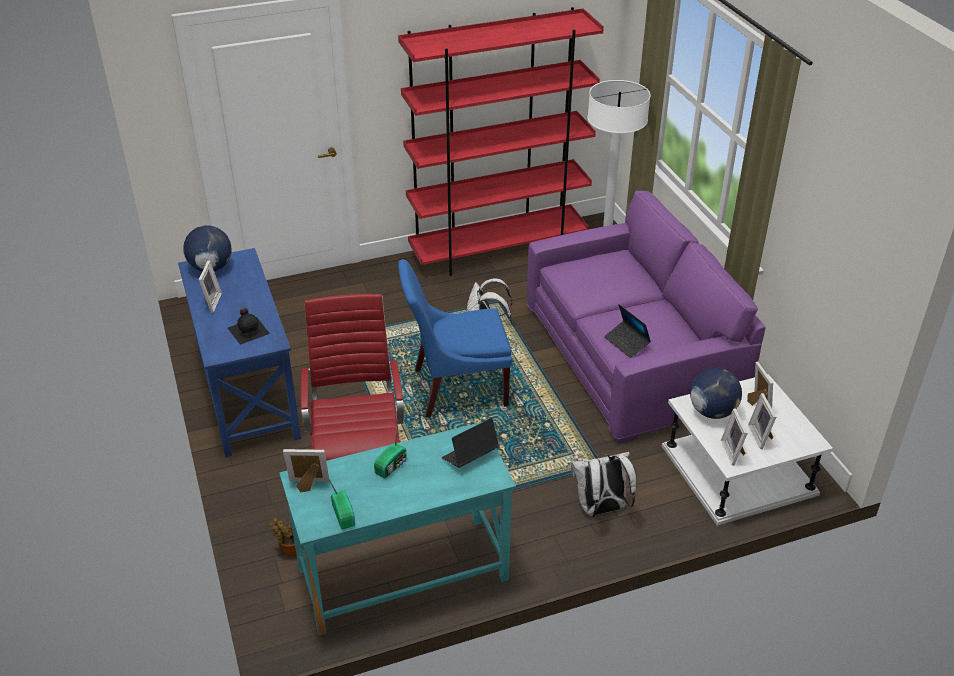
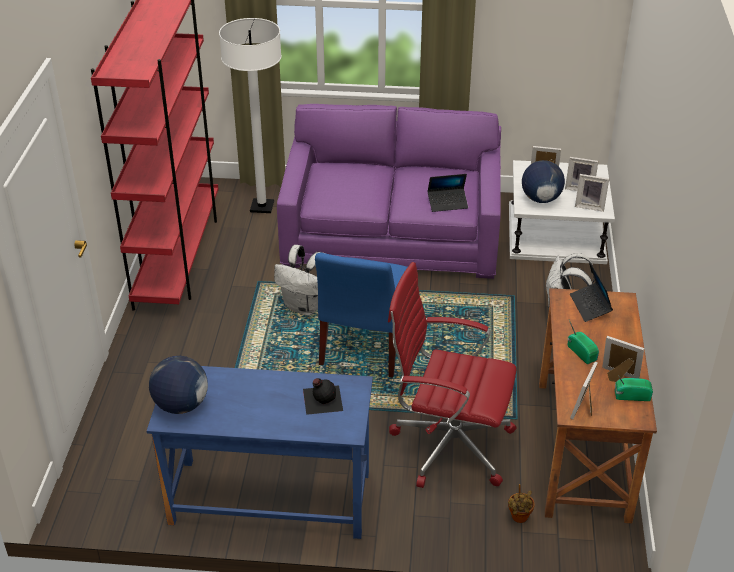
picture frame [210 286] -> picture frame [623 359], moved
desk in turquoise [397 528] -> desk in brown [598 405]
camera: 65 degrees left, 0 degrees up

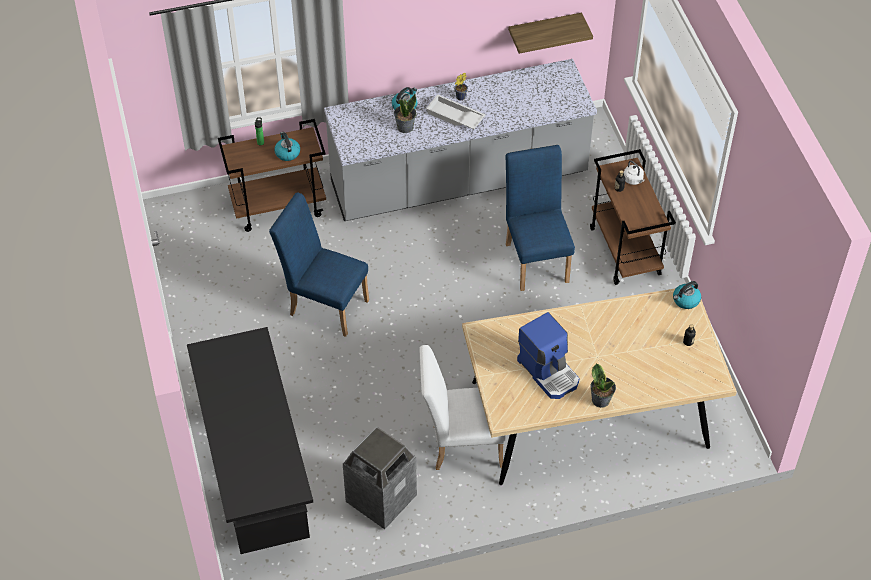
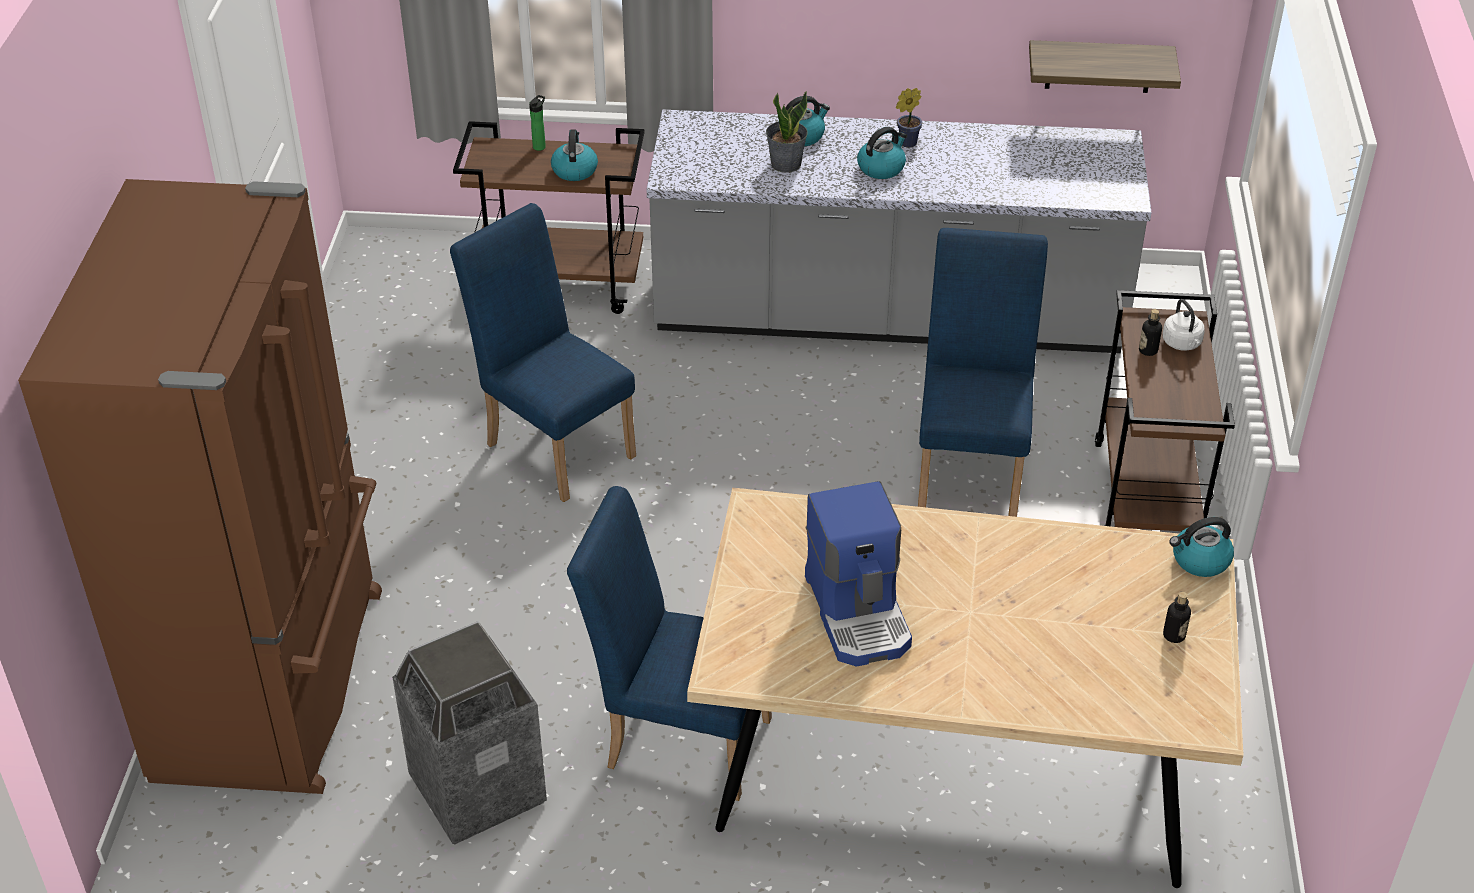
tray in white [455 111] -> kettle [882 153]
desk in black [250 440] -> fridge in brown [200 486]
chair in white [462 407] -> chair in blue [669 643]
potted plant [603 385] -> none
camera: 20 degrees right, 10 degrees down

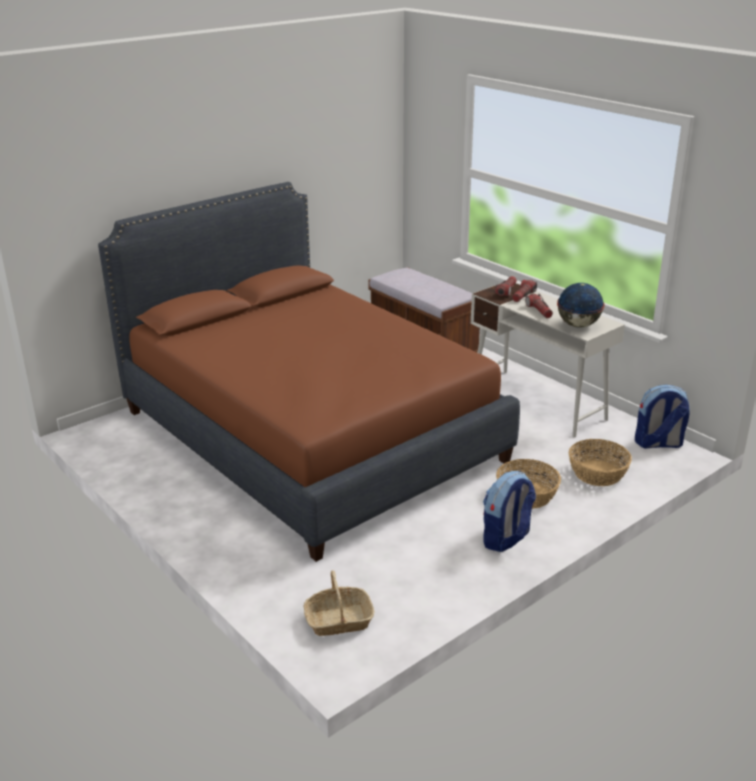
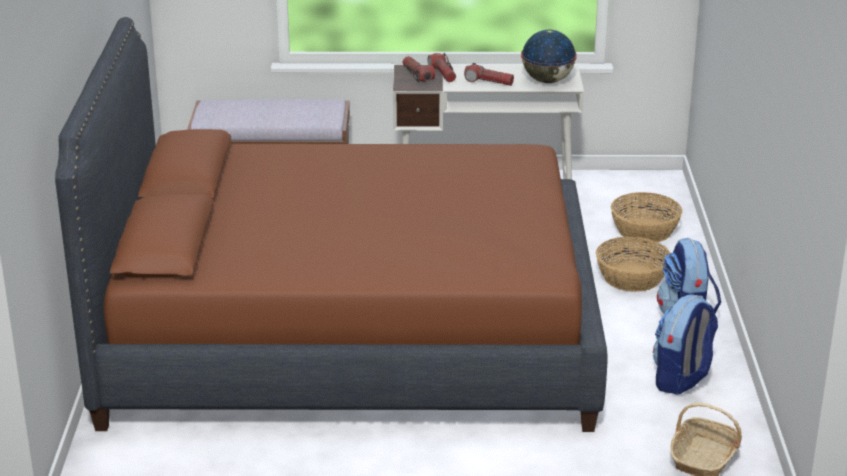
backpack [662 416] -> backpack [685 344], moved
camera: 50 degrees left, 0 degrees up

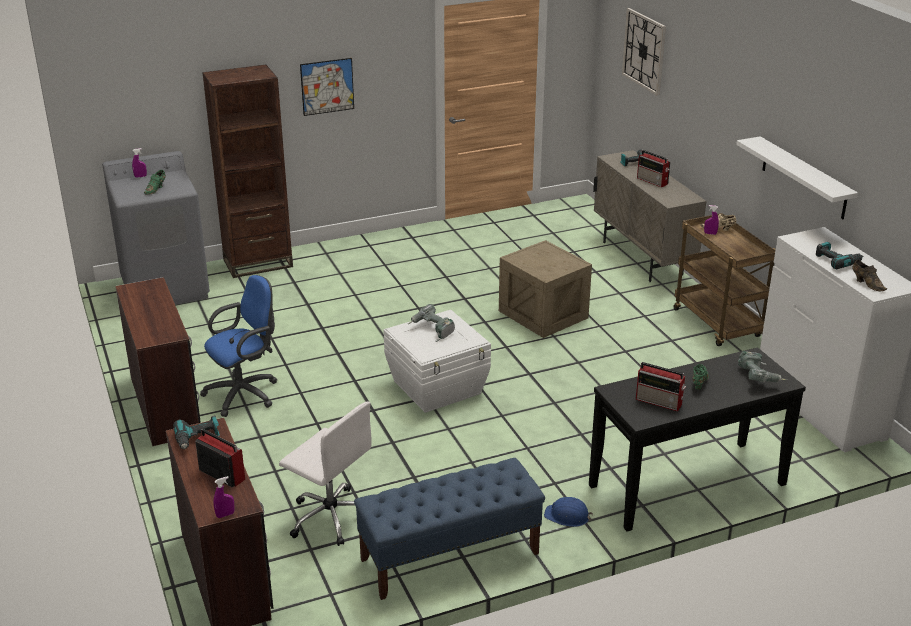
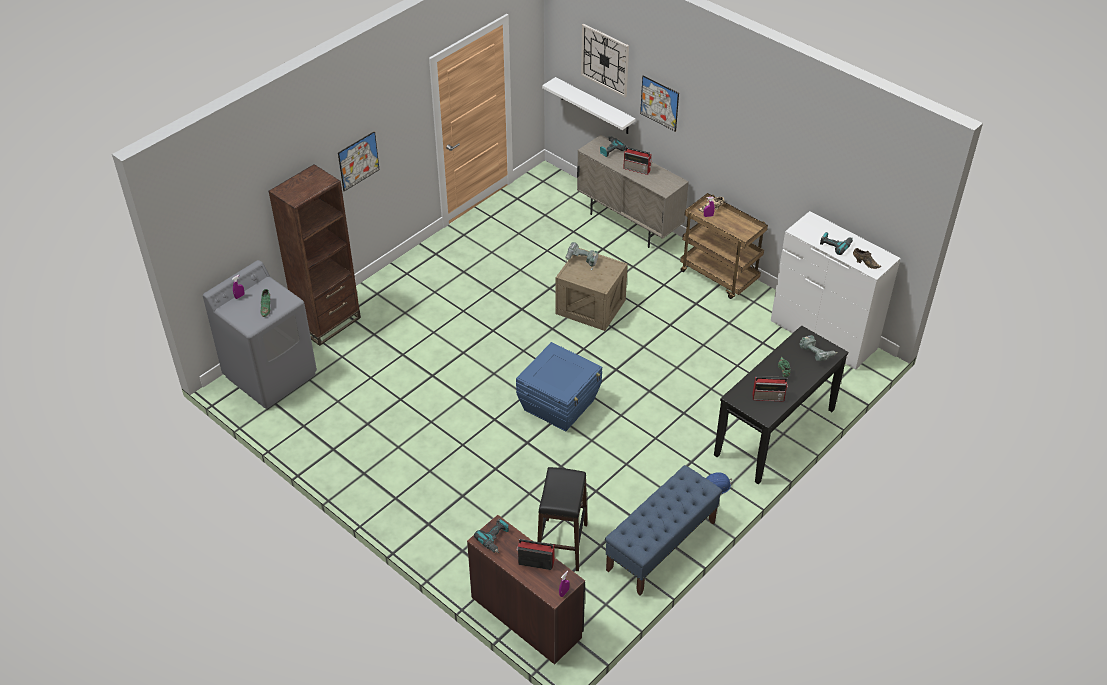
shelf in white [797 177] -> shelf in white [589 105], moved
office chair in blue [238 346] -> none
desk in brown [158 361] -> none
power drill [431 323] -> power drill [581 256], moved
storage box in white [437 361] -> storage box in blue [559 387]
office chair in white [325 474] -> stool in black [562 519]
none -> picture [659 103]
camera: 25 degrees left, 15 degrees up

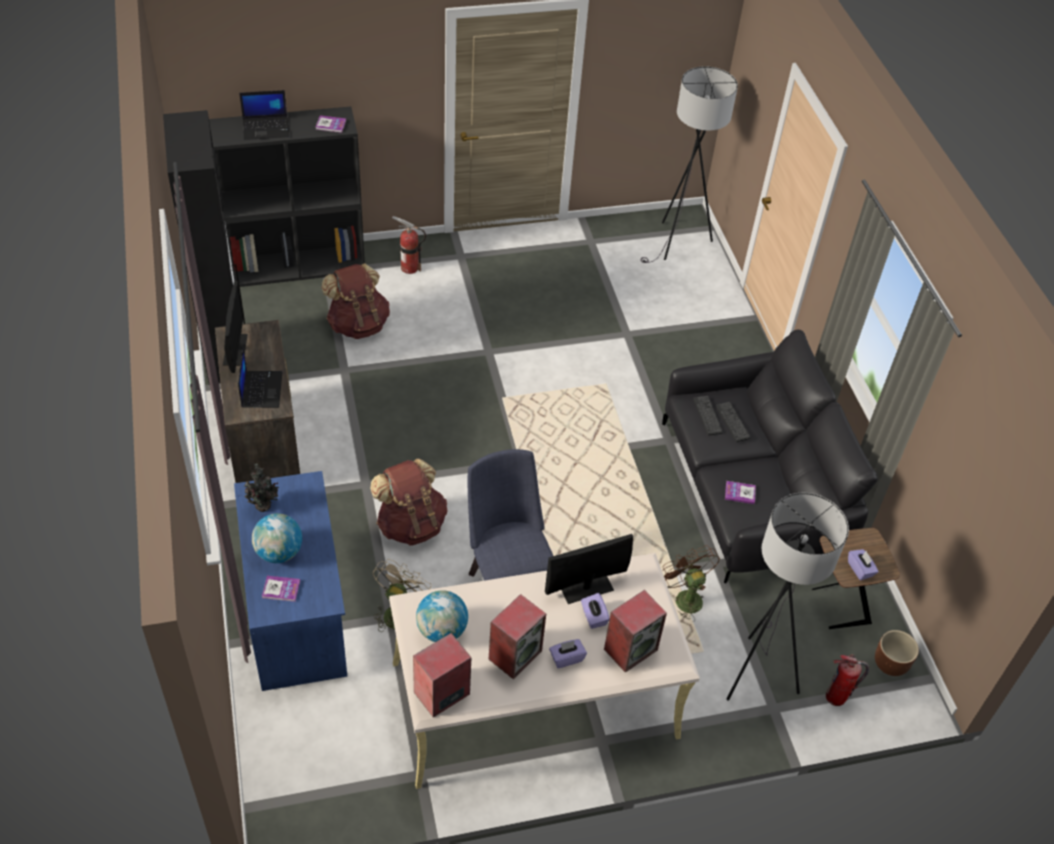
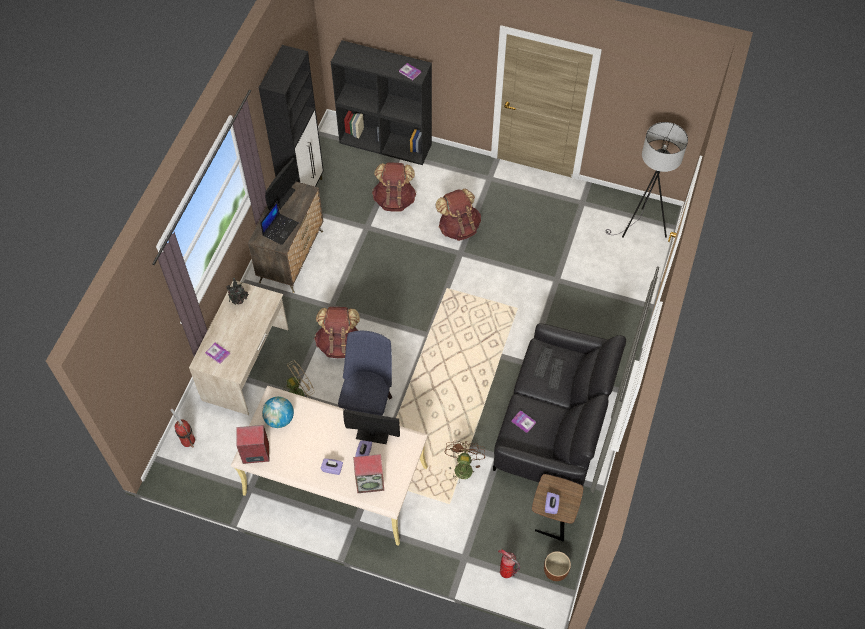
laptop [264 115] -> none
fire extinguisher [409 245] -> fire extinguisher [182 428], moved
desk in blue [290 581] -> desk in beige [238 348]
floor lamp in grey [788 597] -> none
globe [277 538] -> none
speaker [517 636] -> none
none -> backpack in brown [458 215]
camera: 35 degrees right, 10 degrees up

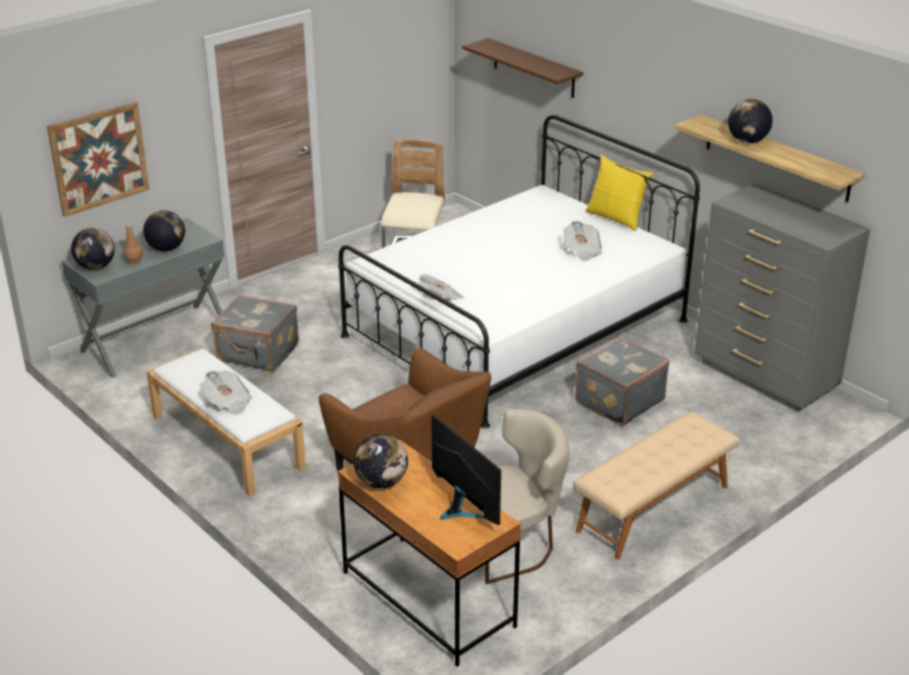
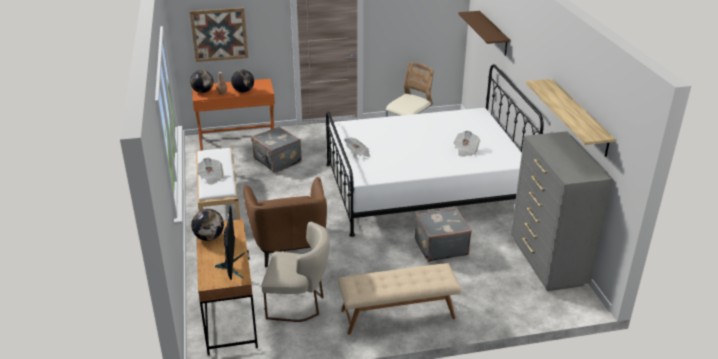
globe [750 121] -> none
pillow in yellow [619 193] -> none
desk in grey [143 298] -> desk in orange [233 115]
camera: 30 degrees right, 0 degrees up

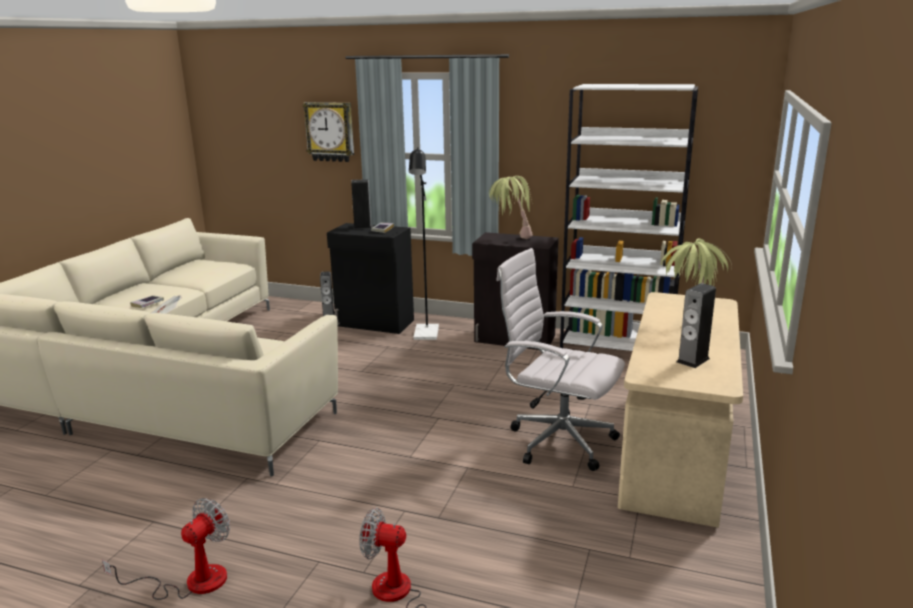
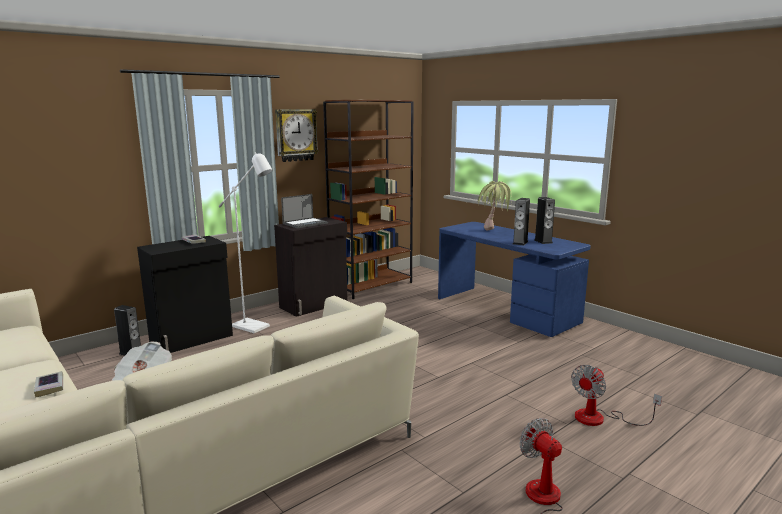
bookcase in white [629 217] -> bookcase in brown [368 199]
wall clock [328 132] -> wall clock [297 135], moved
floor lamp in black [424 243] -> floor lamp in white [245 242]
potted plant [511 207] -> laptop [304 211]
speaker [361 204] -> speaker [521 221], moved
office chair in white [560 359] -> none
desk in beige [680 410] -> desk in blue [514 279]
camera: 60 degrees left, 5 degrees down

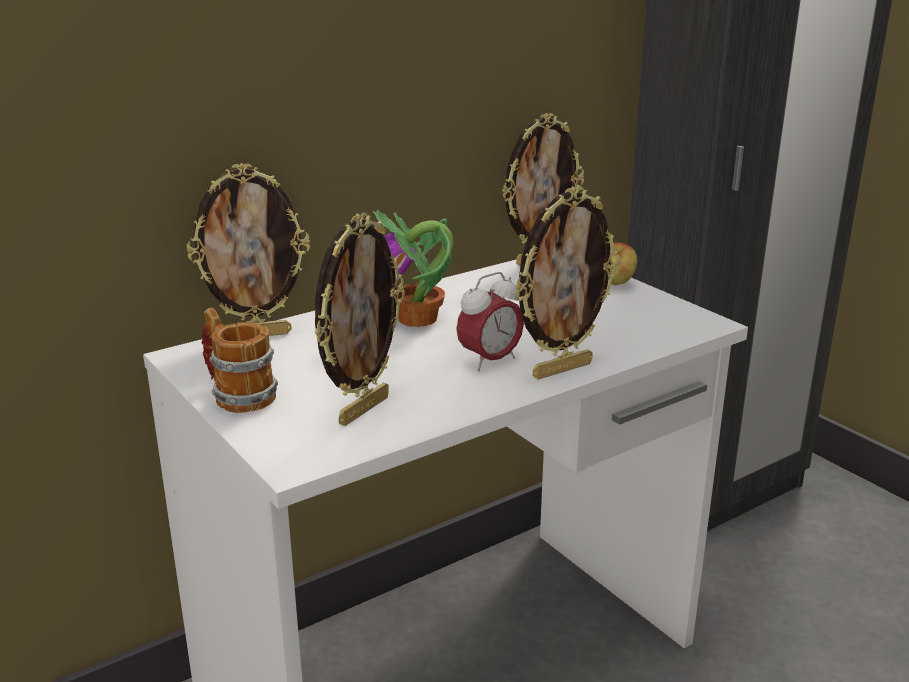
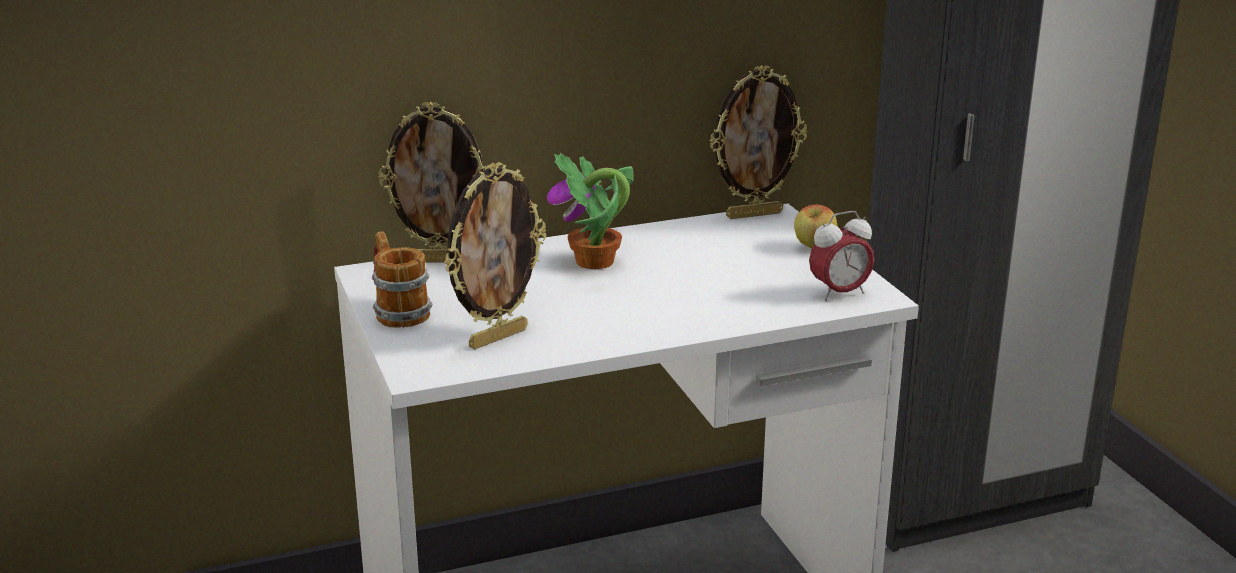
picture frame [567 282] -> none
alarm clock [490 322] -> alarm clock [841 256], moved
camera: 15 degrees right, 0 degrees up

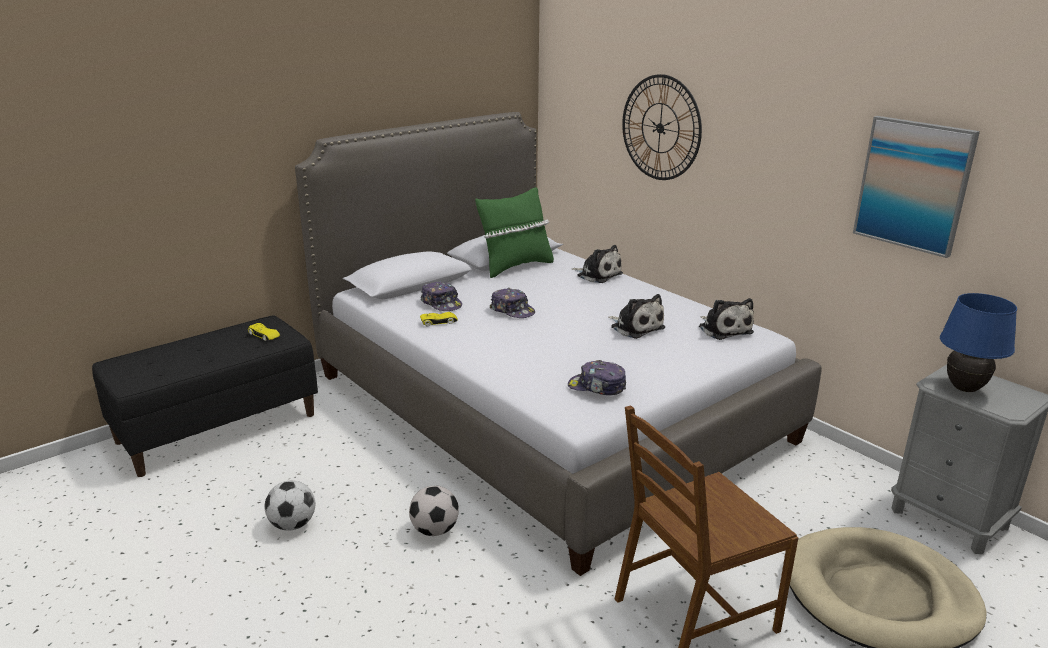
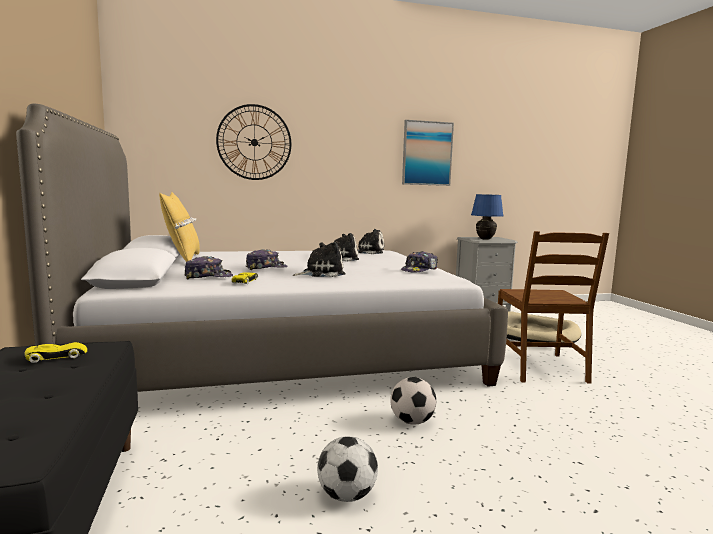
pillow in green [514 232] -> pillow in yellow [179 227]
plush toy [597 264] -> plush toy [319 259], moved
camera: 65 degrees left, 15 degrees down

